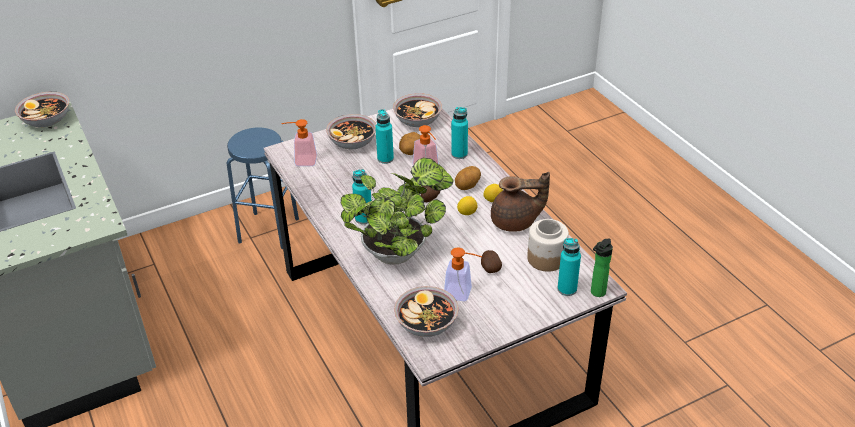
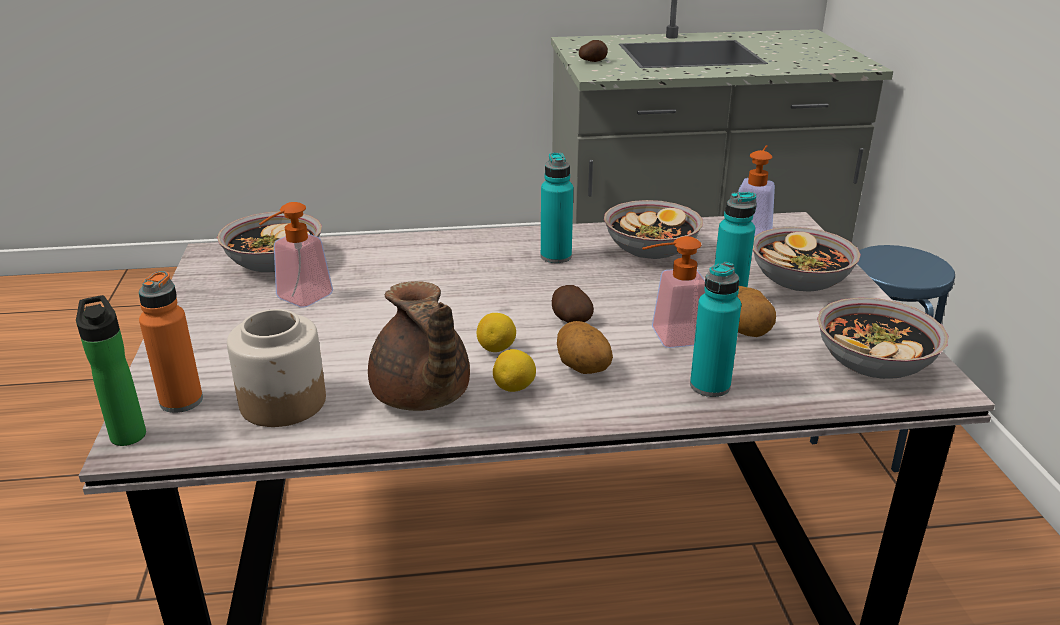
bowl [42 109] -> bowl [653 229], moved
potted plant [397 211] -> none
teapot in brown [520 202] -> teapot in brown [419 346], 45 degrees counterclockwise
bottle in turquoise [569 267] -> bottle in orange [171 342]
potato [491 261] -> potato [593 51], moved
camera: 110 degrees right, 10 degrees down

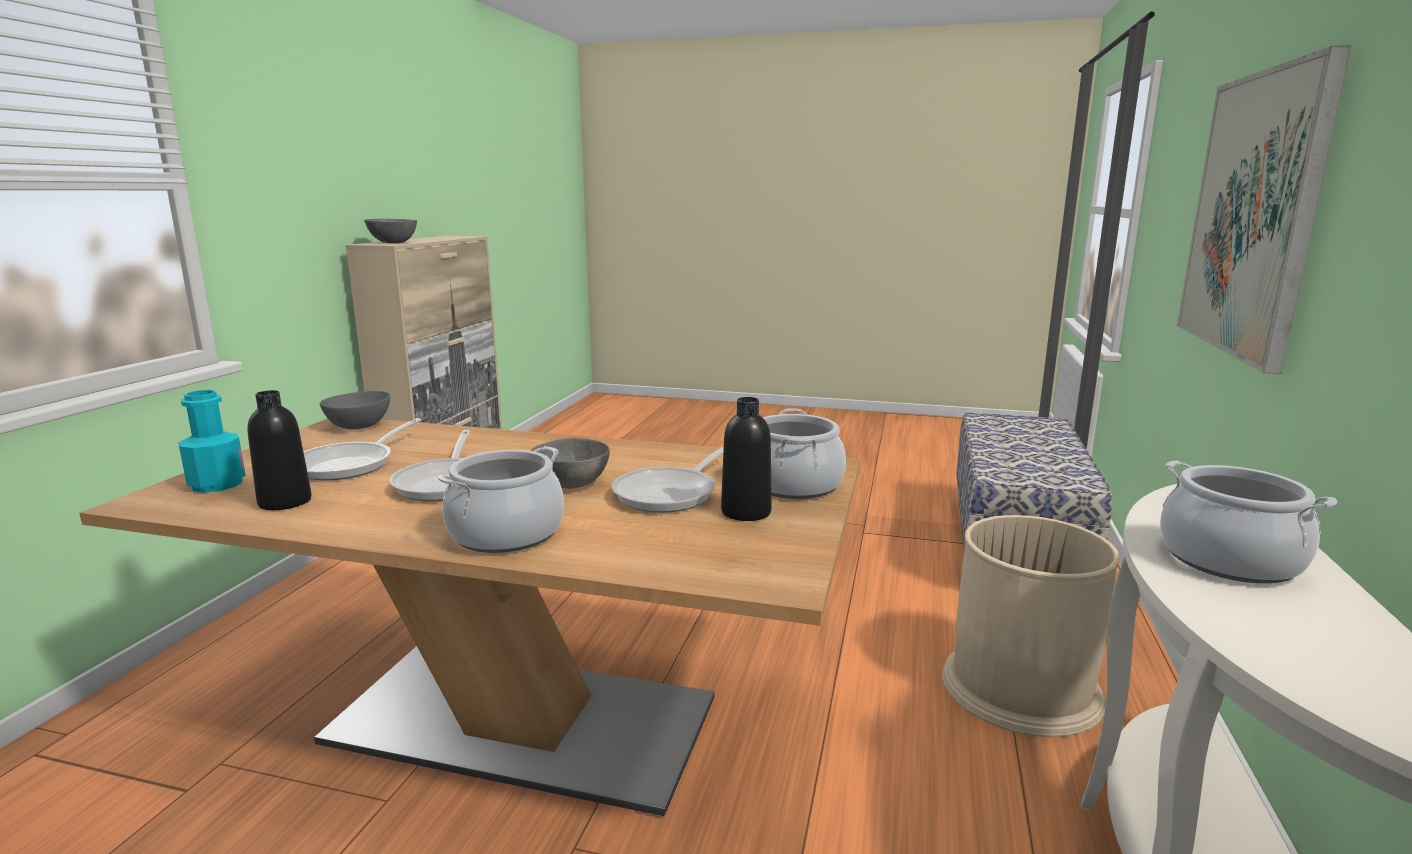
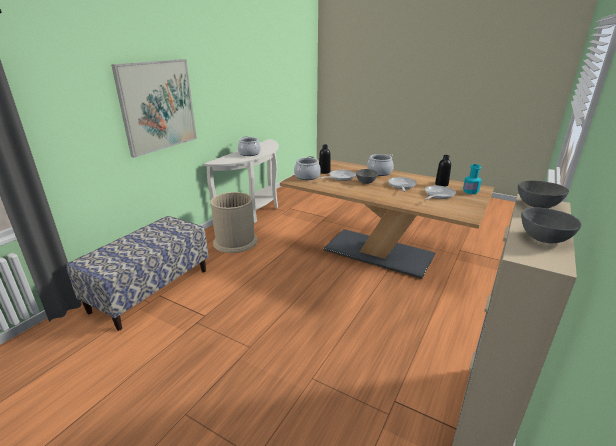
bowl in grey [355 410] -> bowl in grey [551 225], moved
camera: 165 degrees left, 10 degrees up

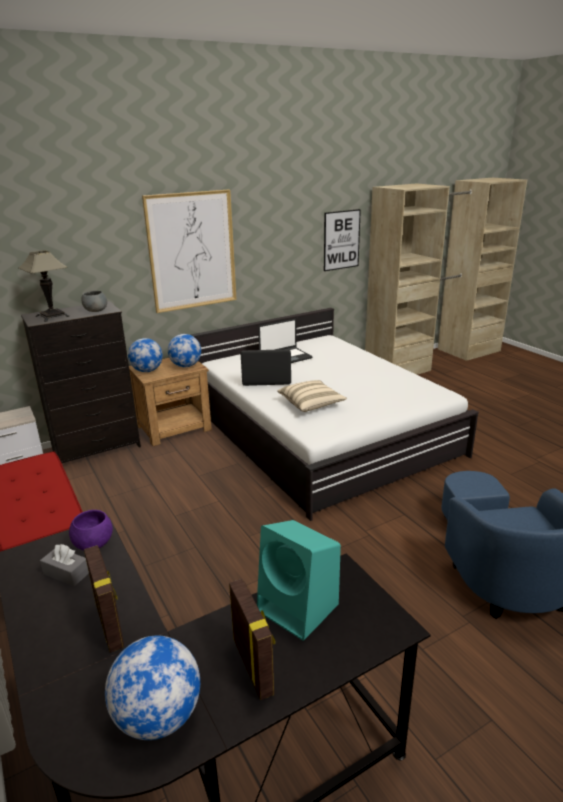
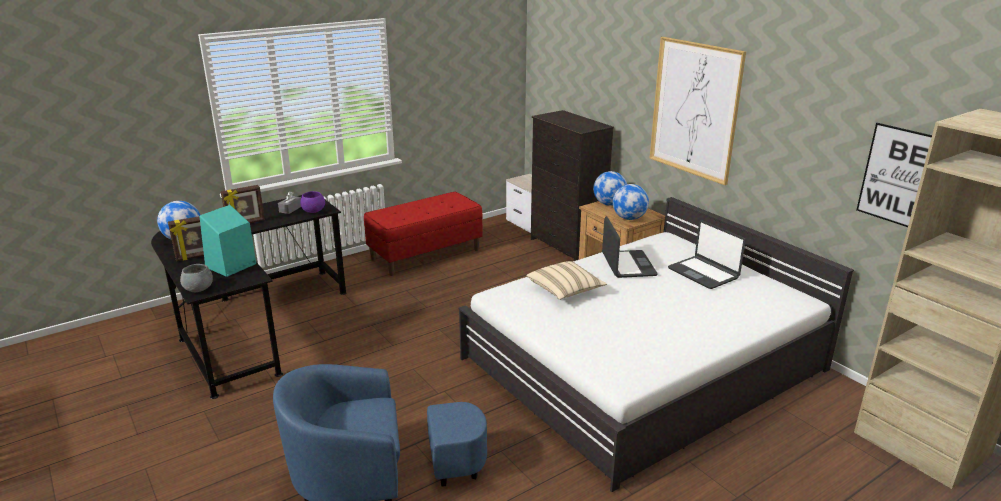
table lamp [44 286] -> none
bowl in grey [94 301] -> bowl in grey [196 278], moved
camera: 85 degrees right, 0 degrees up

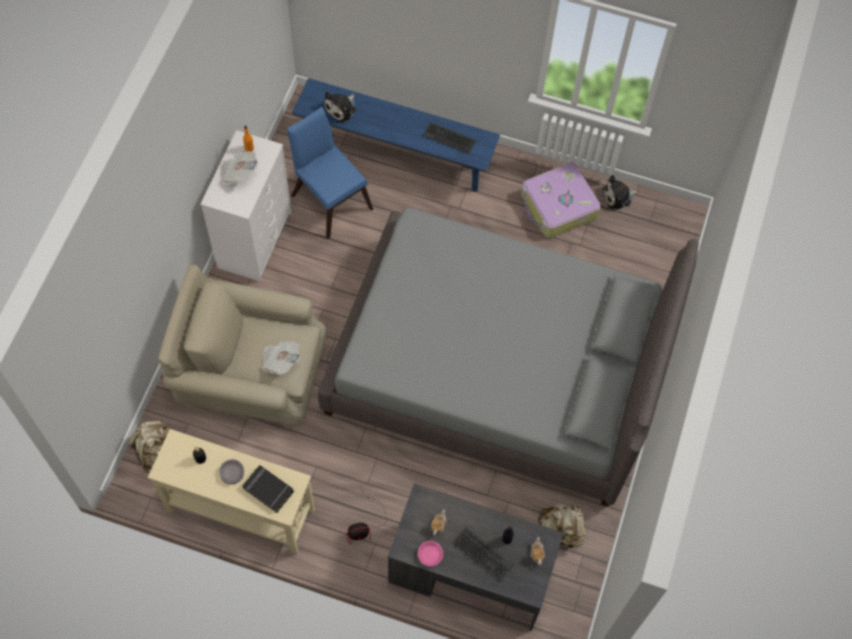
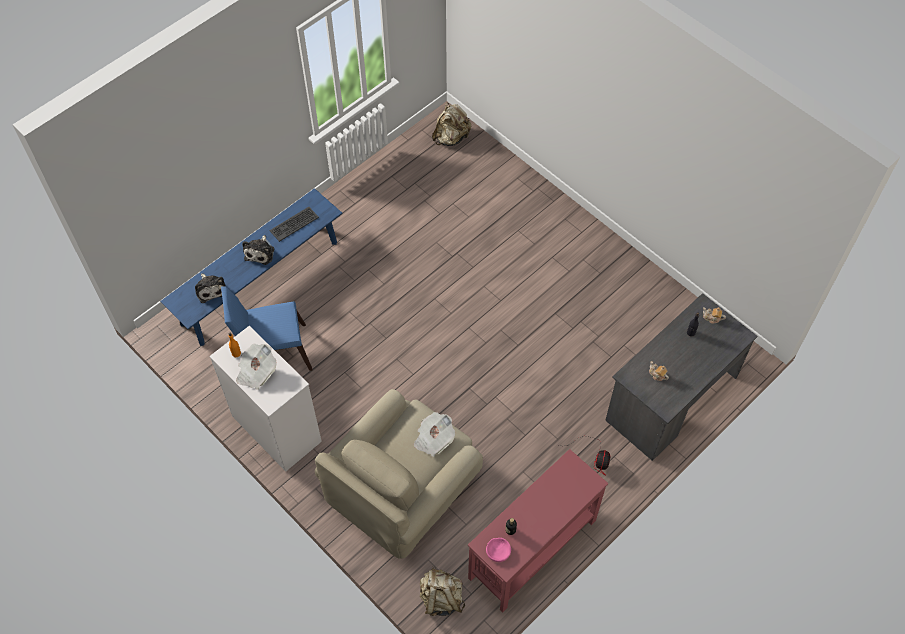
suitcase [561 200] -> none
plush toy [620 192] -> plush toy [258 250], moved
bed in grey [508 357] -> none
console table in beige [231 492] -> console table in red [538 531]
bowl in grey [231 471] -> none
book in black [268 489] -> none
backpack in beige [562 527] -> backpack in beige [451 124], moved
keyboard [482 554] -> none
bowl in pink [430 554] -> bowl in pink [498 550], moved
camera: 60 degrees left, 5 degrees down

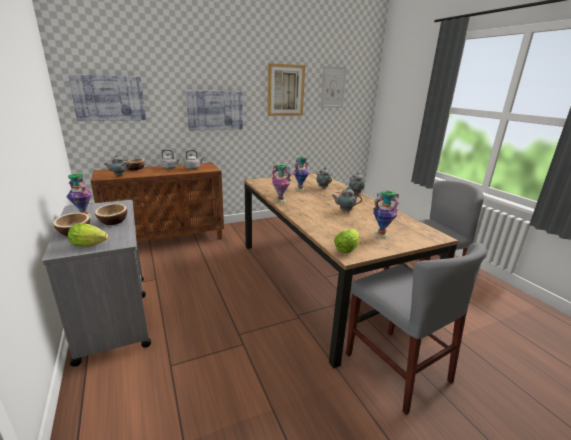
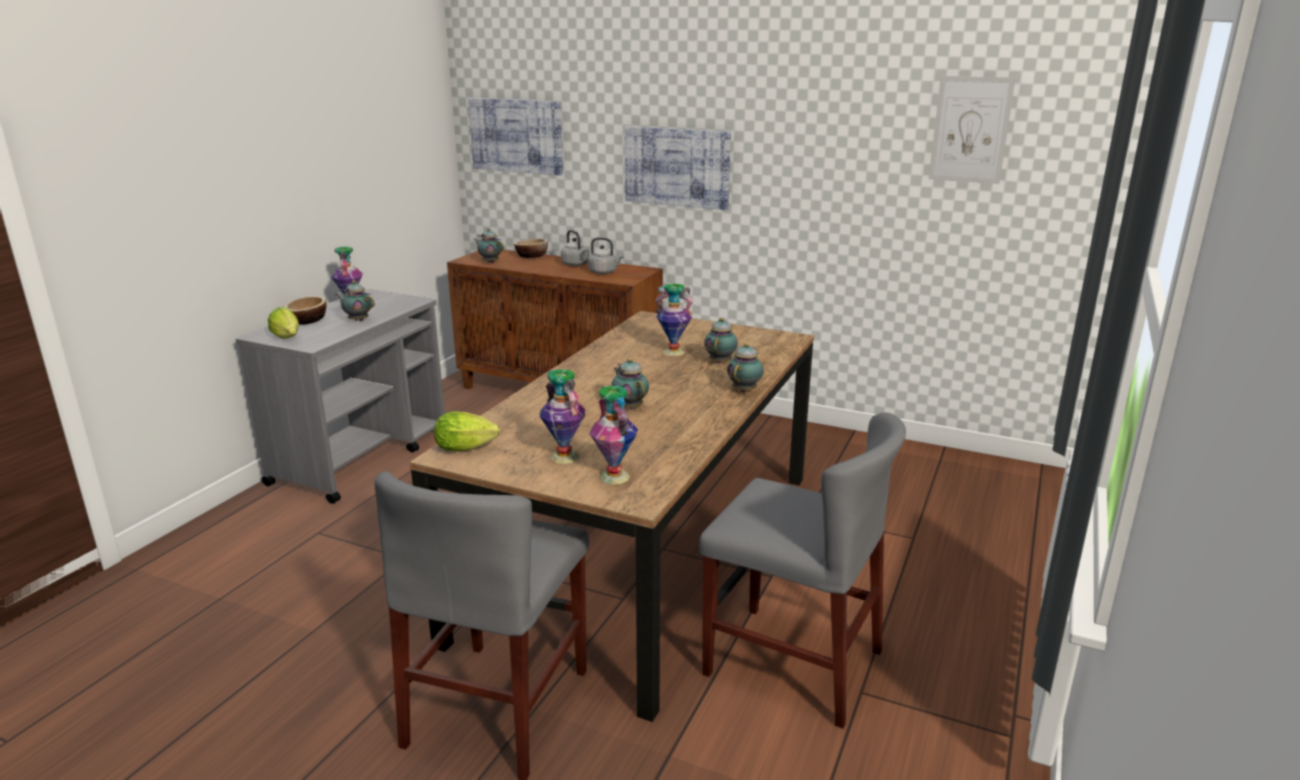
picture [286 89] -> none
vase [281 183] -> vase [613 435], moved
bowl [111 214] -> teapot [355 301]
camera: 50 degrees right, 0 degrees up

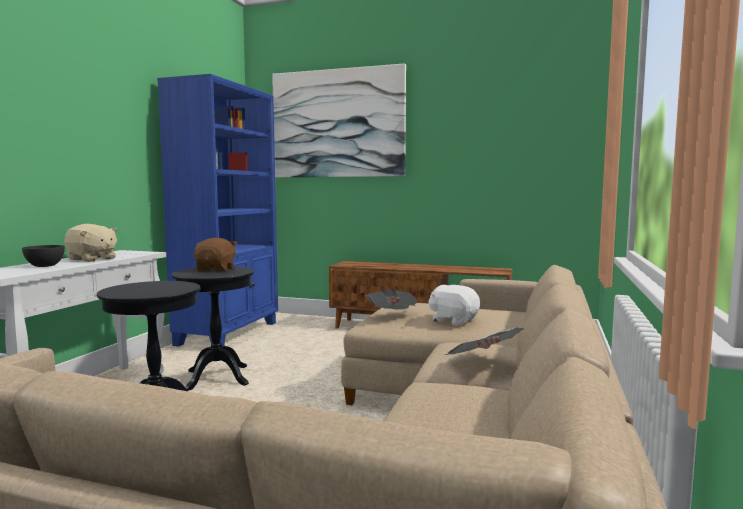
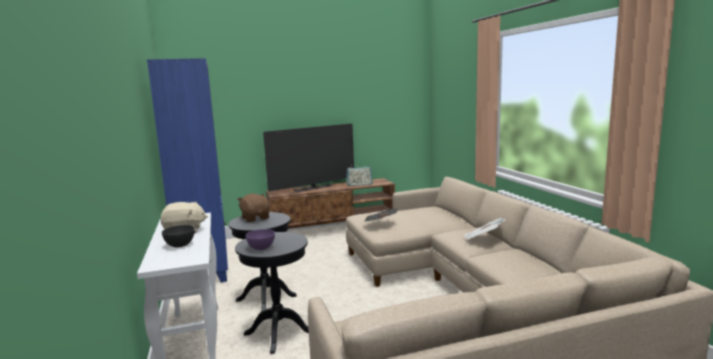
picture [339 121] -> none
plush toy in white [454 305] -> none
none -> television [308 157]
none -> radio [359 175]
none -> bowl in purple [260 239]
camera: 35 degrees left, 5 degrees up

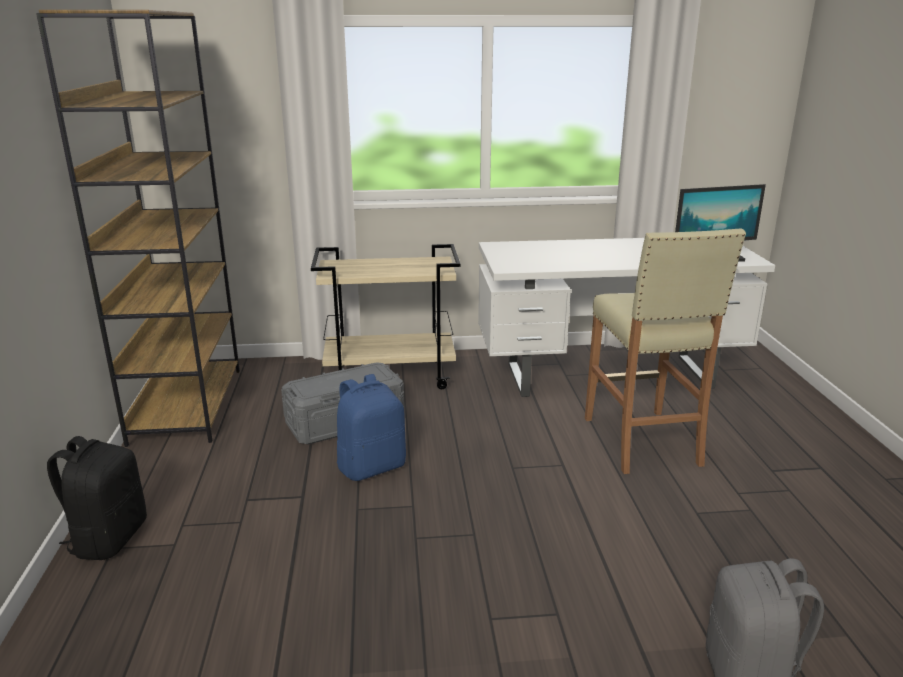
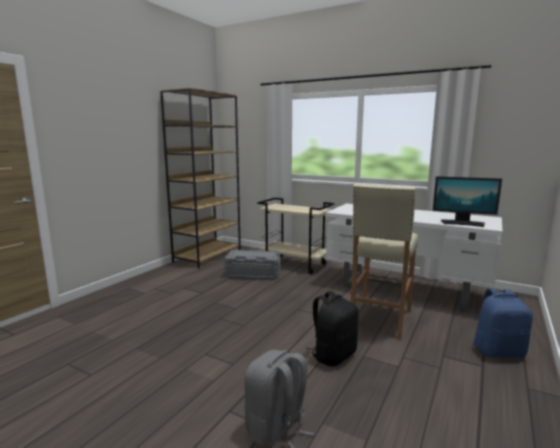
backpack in blue [371 427] -> backpack in blue [503 323], moved
backpack in black [97 498] -> backpack in black [333 329], moved
camera: 35 degrees right, 10 degrees down

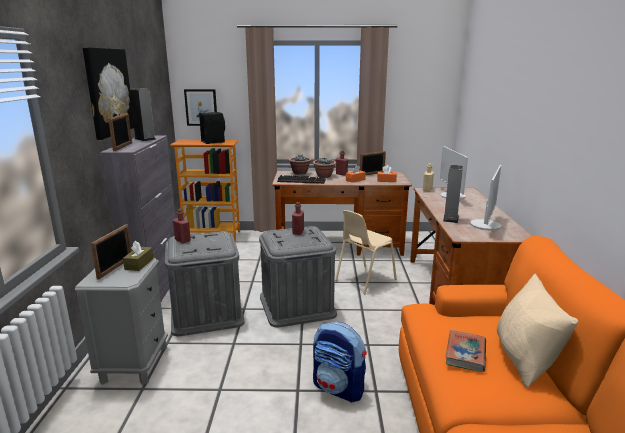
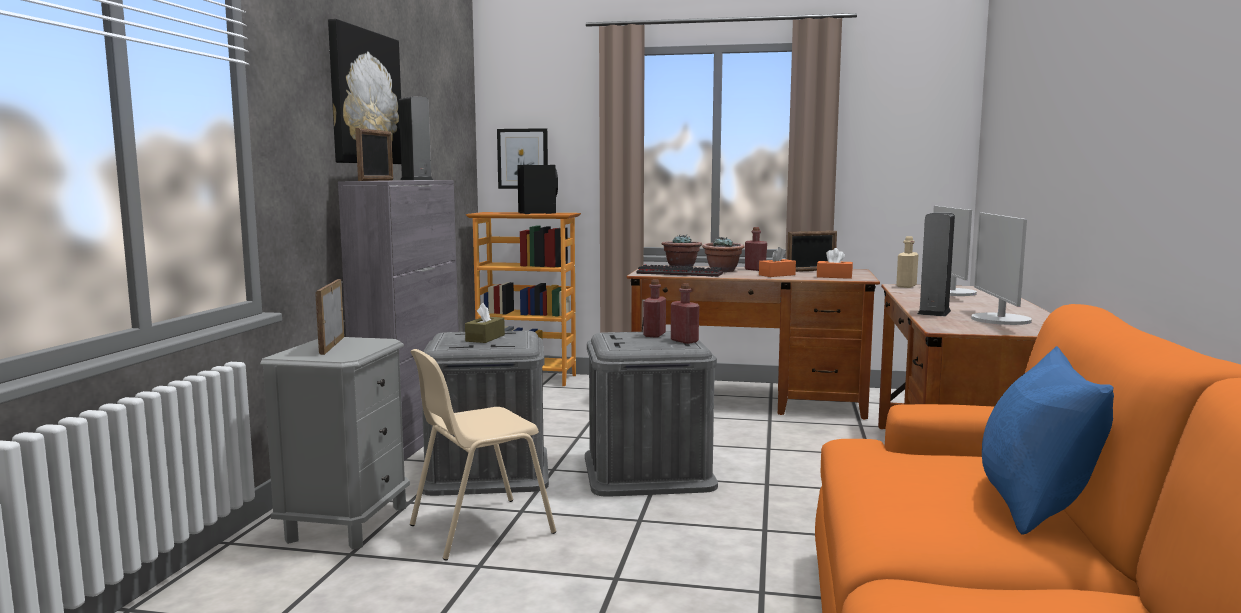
monitor [485 197] -> monitor [1001 268], 150 degrees clockwise
bottle in red [182 226] -> bottle in red [685 313], moved
chair in beige [366 252] -> chair in beige [483 454], moved
picture frame [111 252] -> picture frame [329 317], 150 degrees clockwise
tissue box in brown [138 256] -> tissue box in brown [485 323], moved
pillow in beige [537 331] -> pillow in blue [1048 440]
backpack [340 362] -> none
book [465 351] -> none
camera: 10 degrees right, 10 degrees down

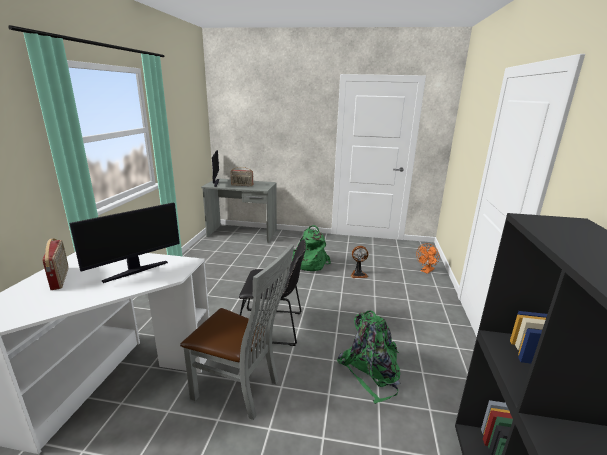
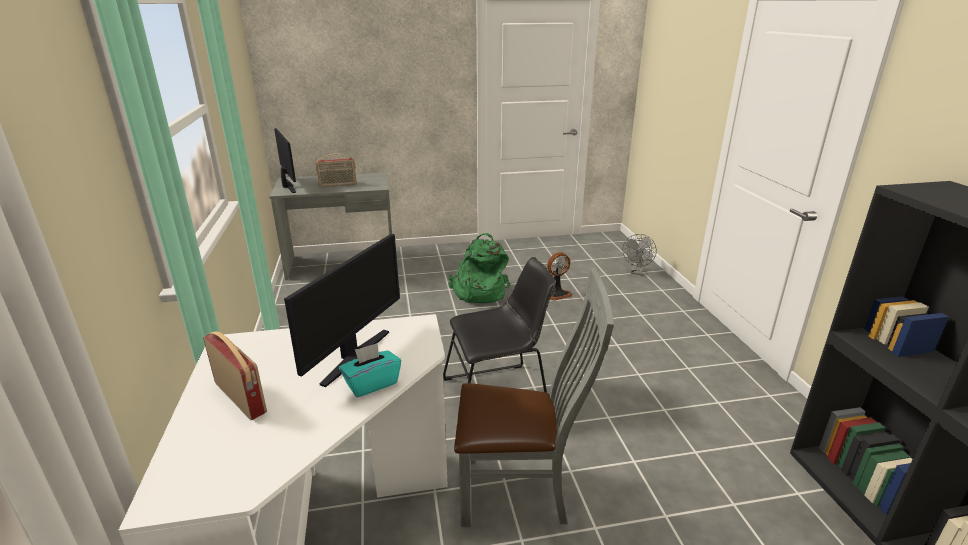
fan in orange [427 258] -> fan in grey [640 254]
backpack in green [368 357] -> none
none -> tissue box in turquoise [370 370]
camera: 20 degrees left, 5 degrees up

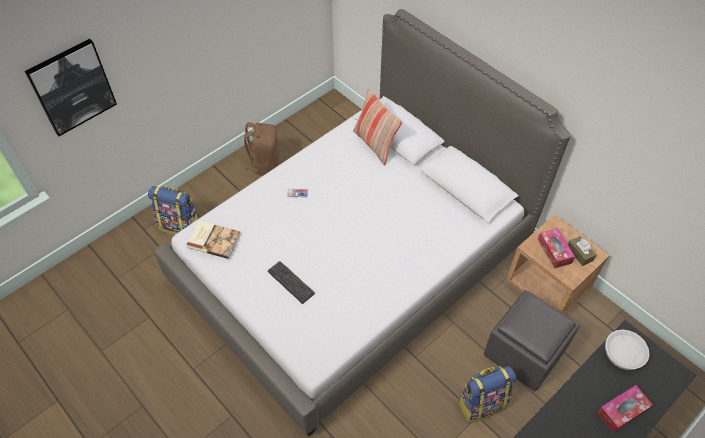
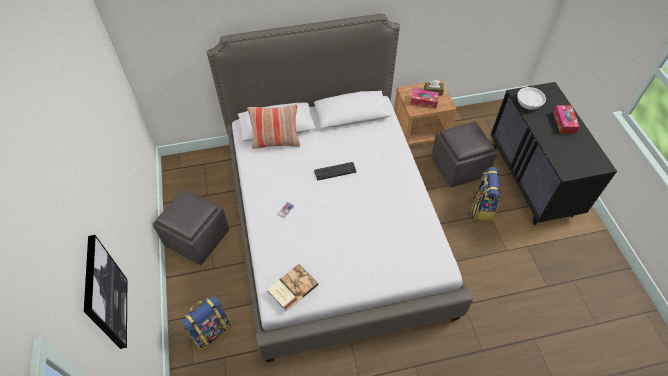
backpack in brown [261 149] -> ottoman in grey [191 227]
keyboard [291 282] -> keyboard [335 171], moved
camera: 60 degrees left, 0 degrees up

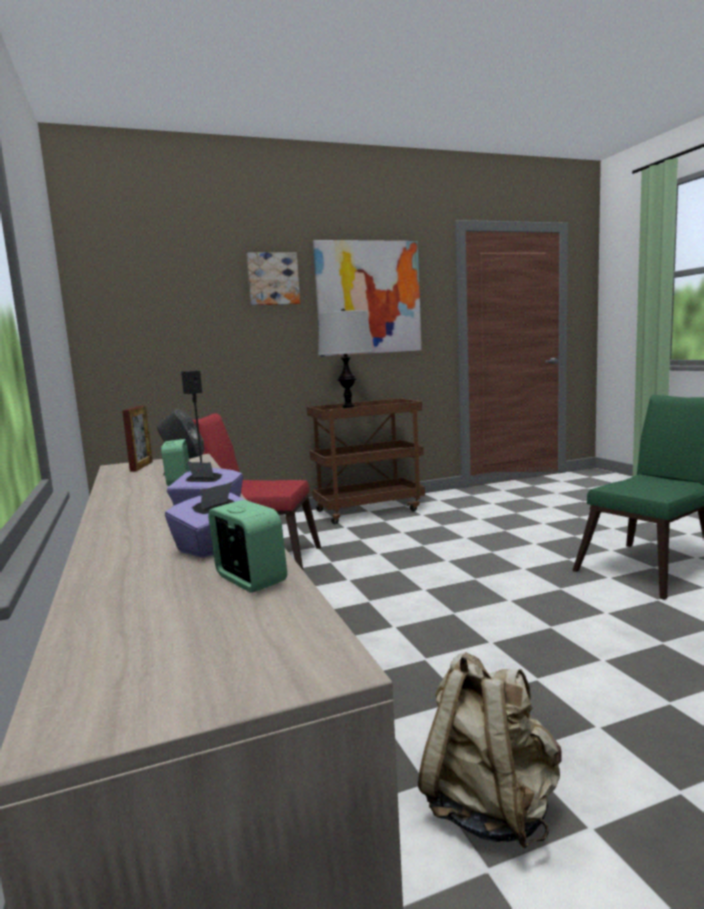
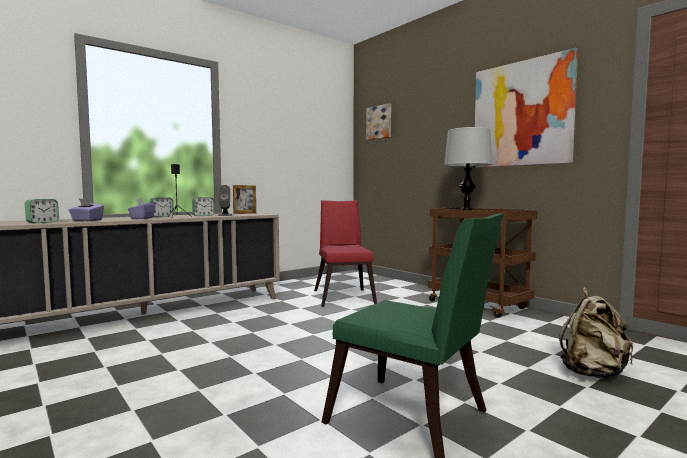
picture [273 279] -> picture [378 121], moved
backpack in beige [490 750] -> backpack in beige [596 332], moved
none -> alarm clock [161 207]
camera: 70 degrees right, 5 degrees down

